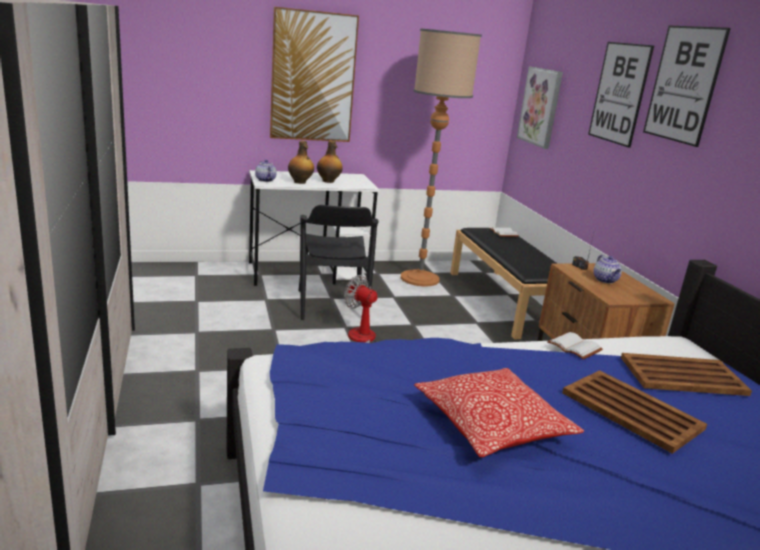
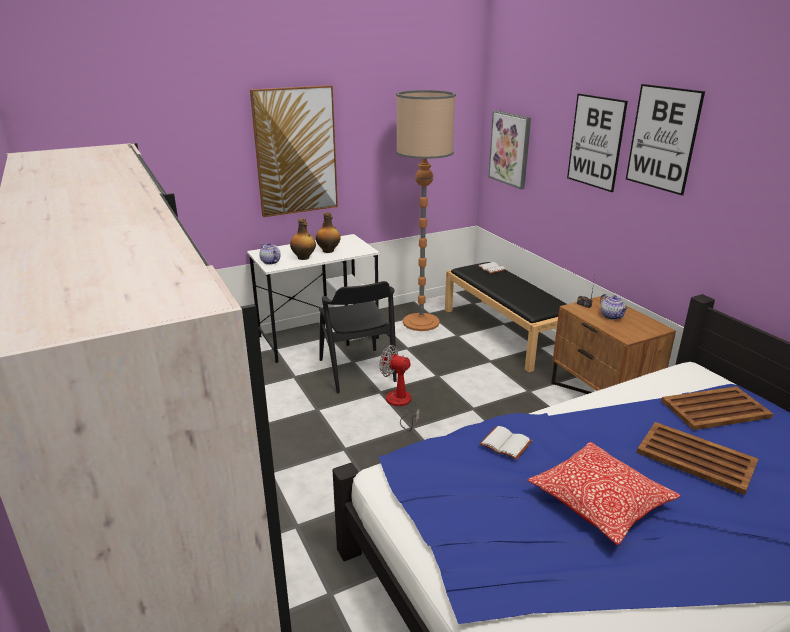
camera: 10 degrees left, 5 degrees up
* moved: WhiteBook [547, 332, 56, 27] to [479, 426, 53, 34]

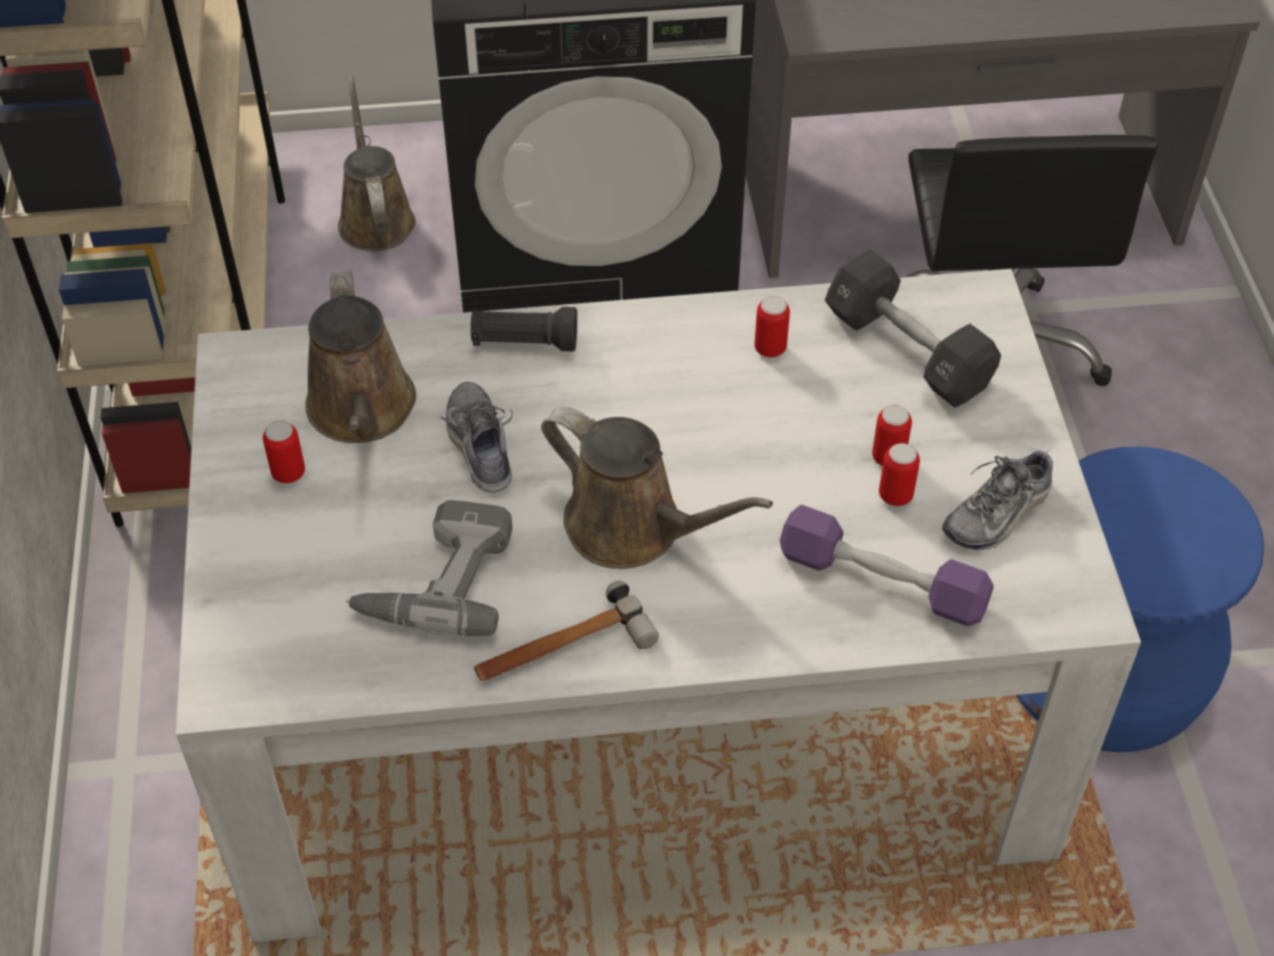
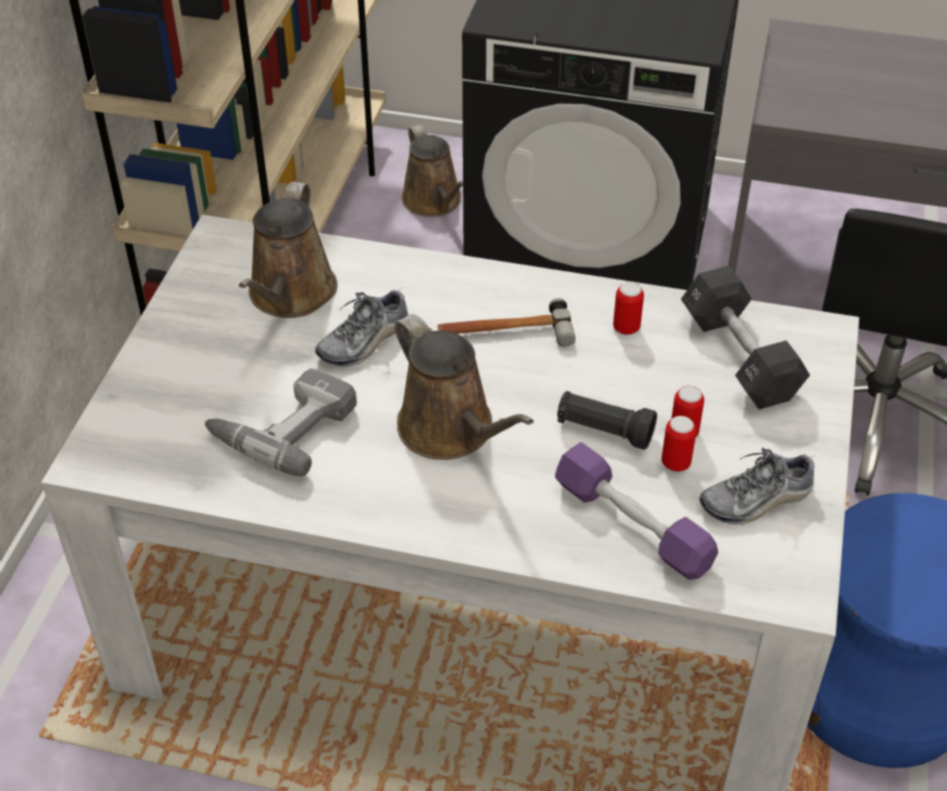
camera: 20 degrees right, 5 degrees down
* turned: BrownWateringCan [338, 77, 78, 175] = [402, 125, 61, 92] 150 degrees clockwise
* moved: BlackFlashlight [471, 307, 106, 45] to [557, 391, 100, 59]
* turned: Shoe [441, 382, 72, 111] = [315, 289, 94, 77] 135 degrees counterclockwise
* removed: Can [263, 421, 42, 62]
* moved: Hammer [474, 581, 185, 100] to [438, 298, 138, 49]

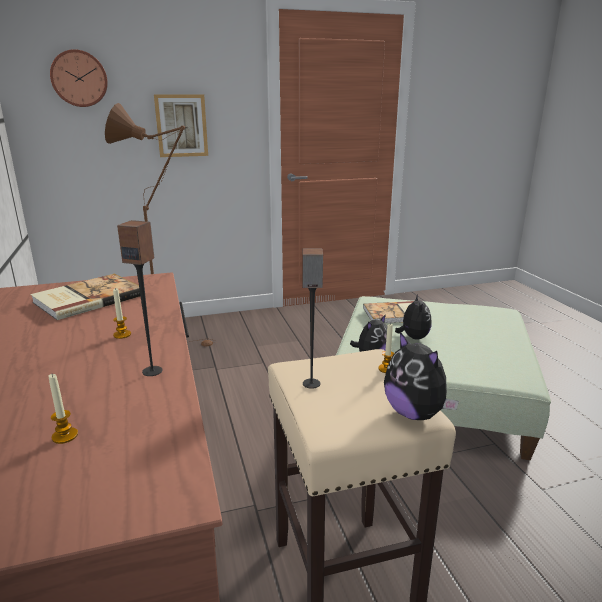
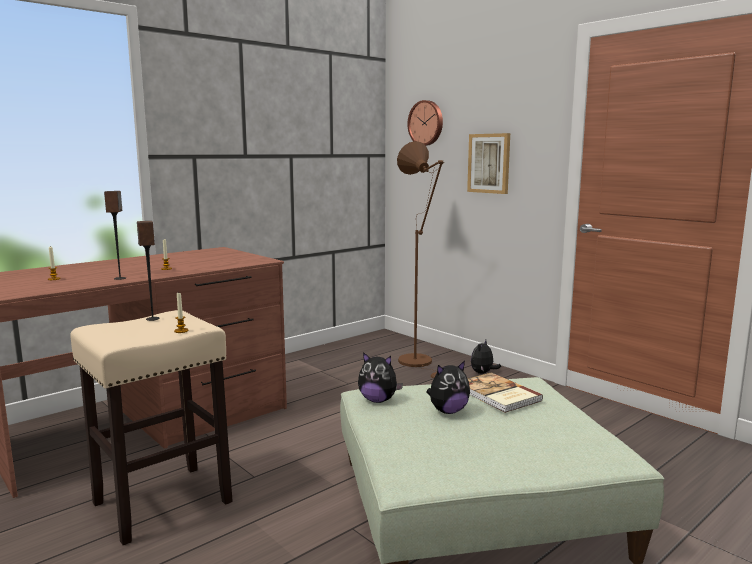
camera: 65 degrees right, 10 degrees down
* removed: Book [31, 274, 109, 46]
* moved: PlushToy [384, 332, 75, 88] to [471, 340, 30, 34]

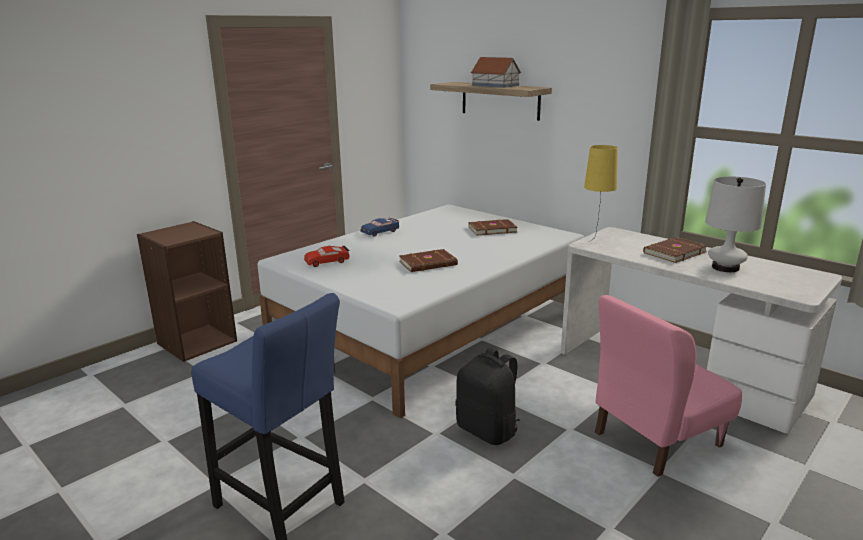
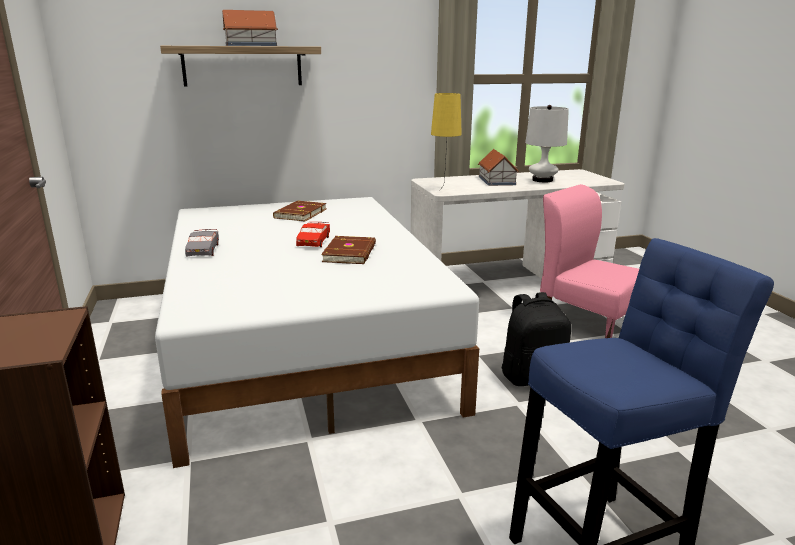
camera: 60 degrees left, 0 degrees up
* recoloured: BlueToyCar [360, 218, 39, 19] to GreyToyCar [185, 229, 34, 28]
* replaced: BrownBook [643, 237, 65, 26] to ToyHouse [478, 149, 40, 37]
* moved: RedToyCar [304, 246, 46, 21] to [296, 222, 34, 25]
* turned: PinkChair [595, 295, 147, 182] = [540, 184, 99, 154] 135 degrees clockwise

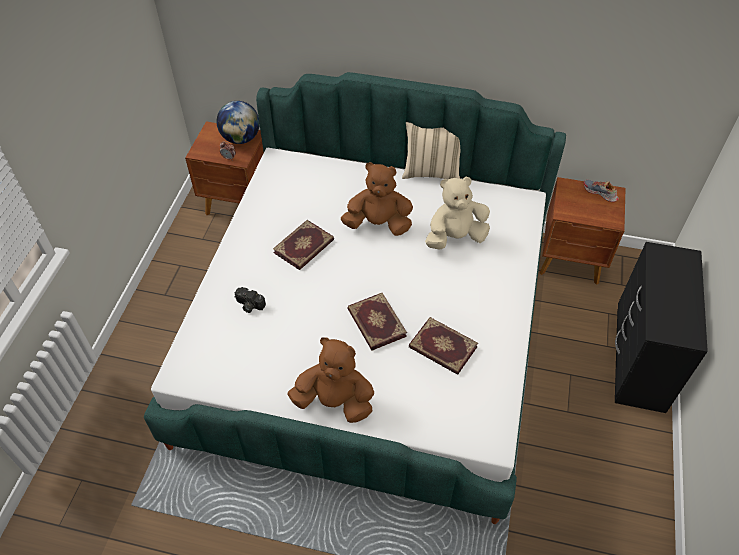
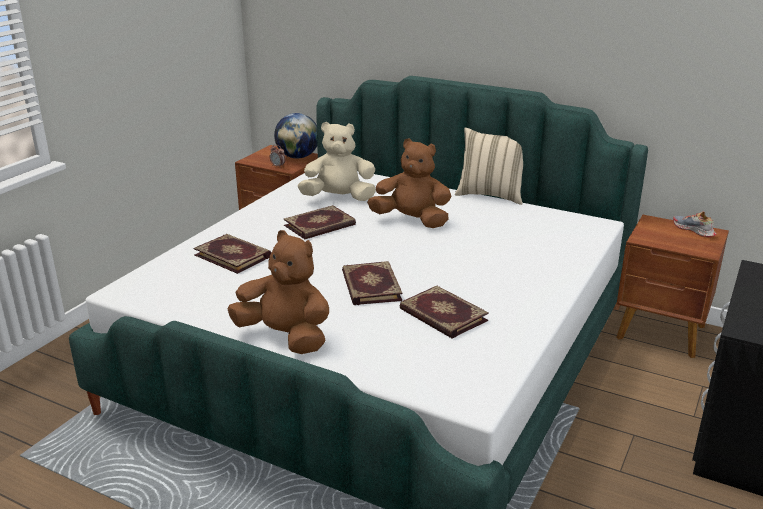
camera: 15 degrees right, 25 degrees down
* moved: BeigePlushToy [425, 177, 65, 73] to [298, 122, 78, 79]
* replaced: PhotoCamera [235, 287, 31, 26] to Book [193, 234, 78, 40]

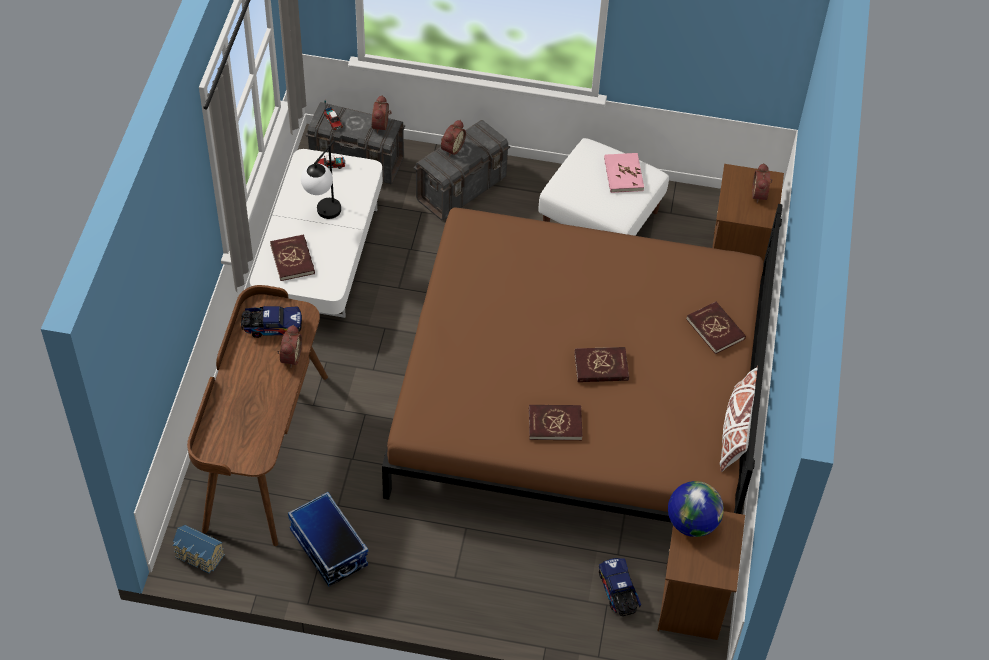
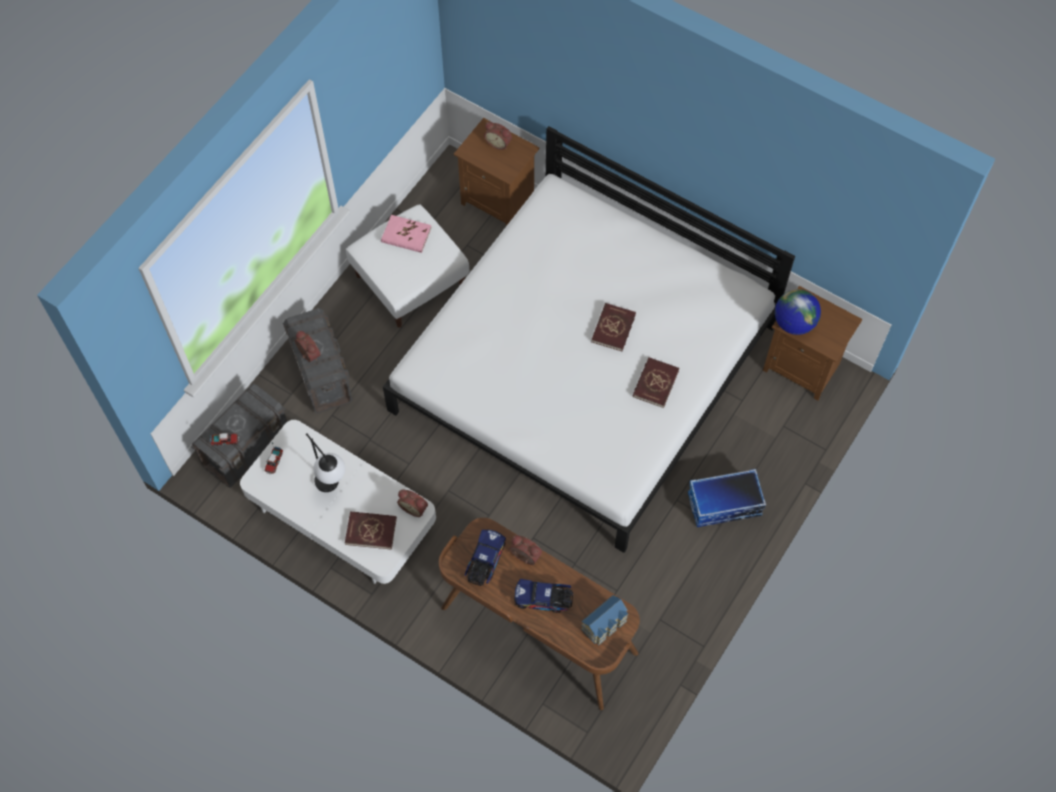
camera: 65 degrees left, 10 degrees up
* moved: AlarmClock [372, 95, 20, 38] to [397, 489, 31, 28]
* recoloured: BrownBed [382, 204, 401, 318] to WhiteBed [383, 126, 412, 427]
* removed: RedBook [686, 302, 60, 52]
* removed: WhitePillow [720, 366, 38, 106]
* moved: StorageBox [288, 492, 80, 95] to [688, 469, 78, 58]
* moved: ToyHouse [173, 525, 52, 49] to [581, 595, 47, 50]
* moved: ToyTruck [599, 558, 42, 58] to [514, 579, 59, 34]

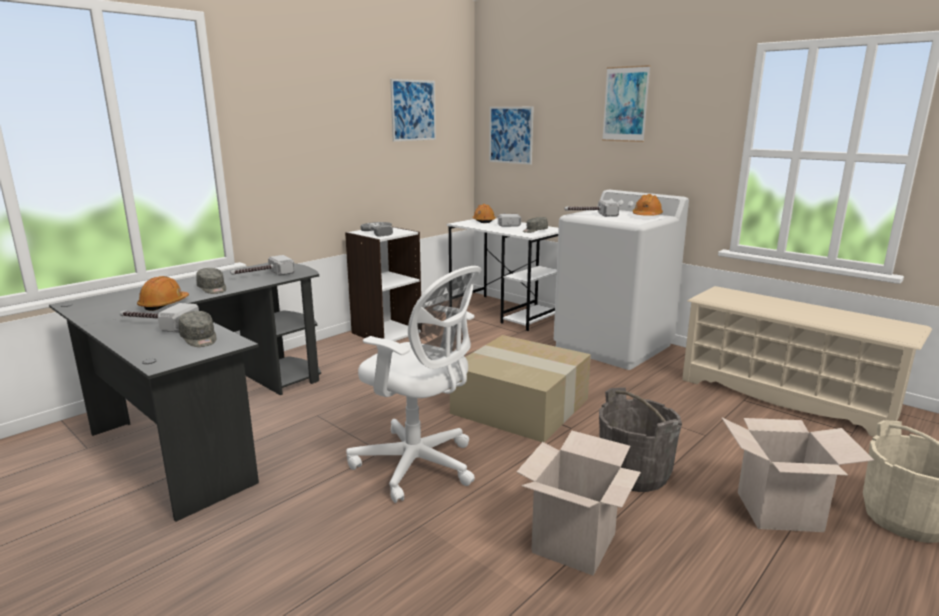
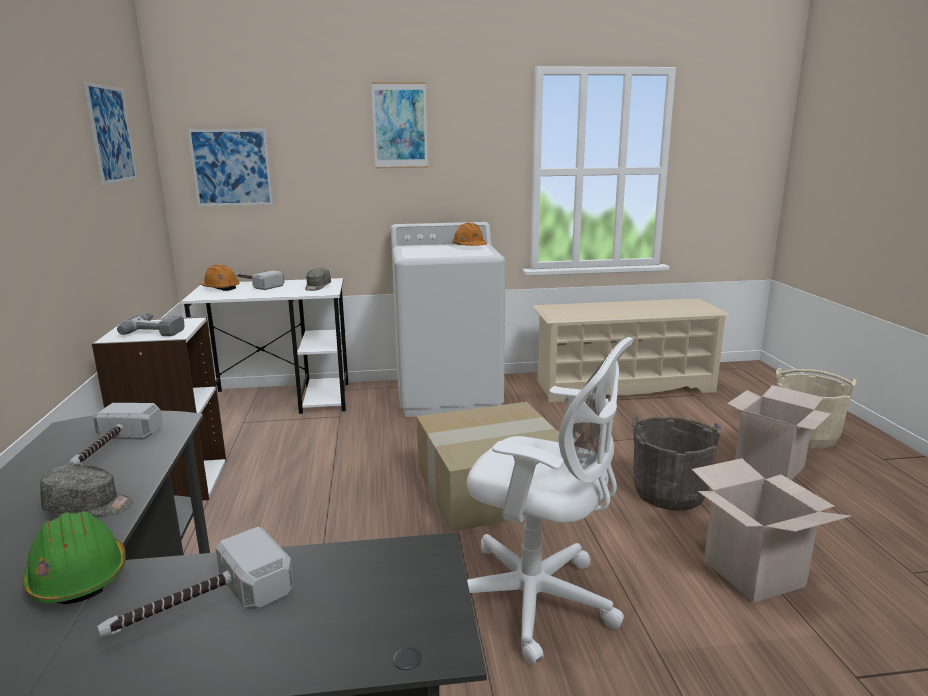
camera: 50 degrees left, 0 degrees up
* removed: Hammer [565, 200, 55, 17]
* turned: WhiteOfficeChair [346, 266, 136, 237] = [467, 337, 167, 328] 45 degrees clockwise
* recoloured: OrangeHardHat [137, 276, 52, 35] to GreenHardHat [22, 511, 104, 93]
* removed: GreyCap [179, 311, 37, 36]

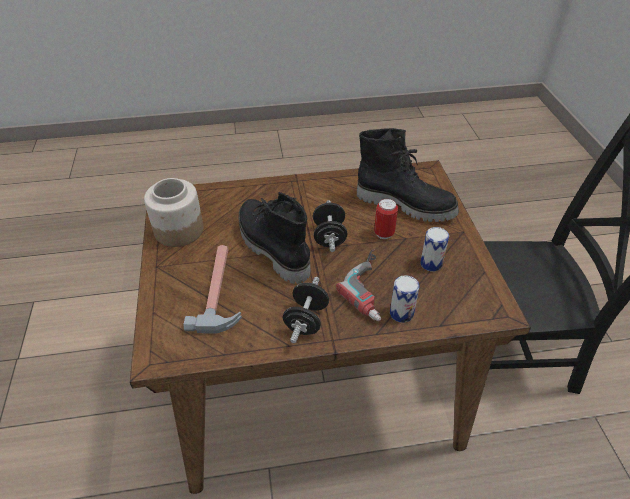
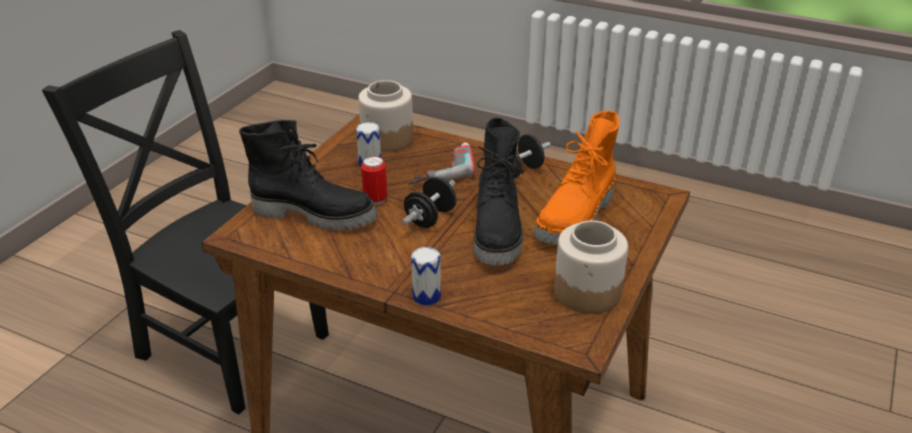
camera: 145 degrees left, 10 degrees down
* turned: BlackBoot [357, 128, 102, 94] = [239, 120, 138, 111] 135 degrees clockwise
* replaced: Hammer [183, 245, 59, 89] to OrangeBoot [534, 111, 85, 134]
* moved: Can [390, 275, 29, 48] to [411, 247, 30, 59]
* added: Jar [358, 80, 55, 72]

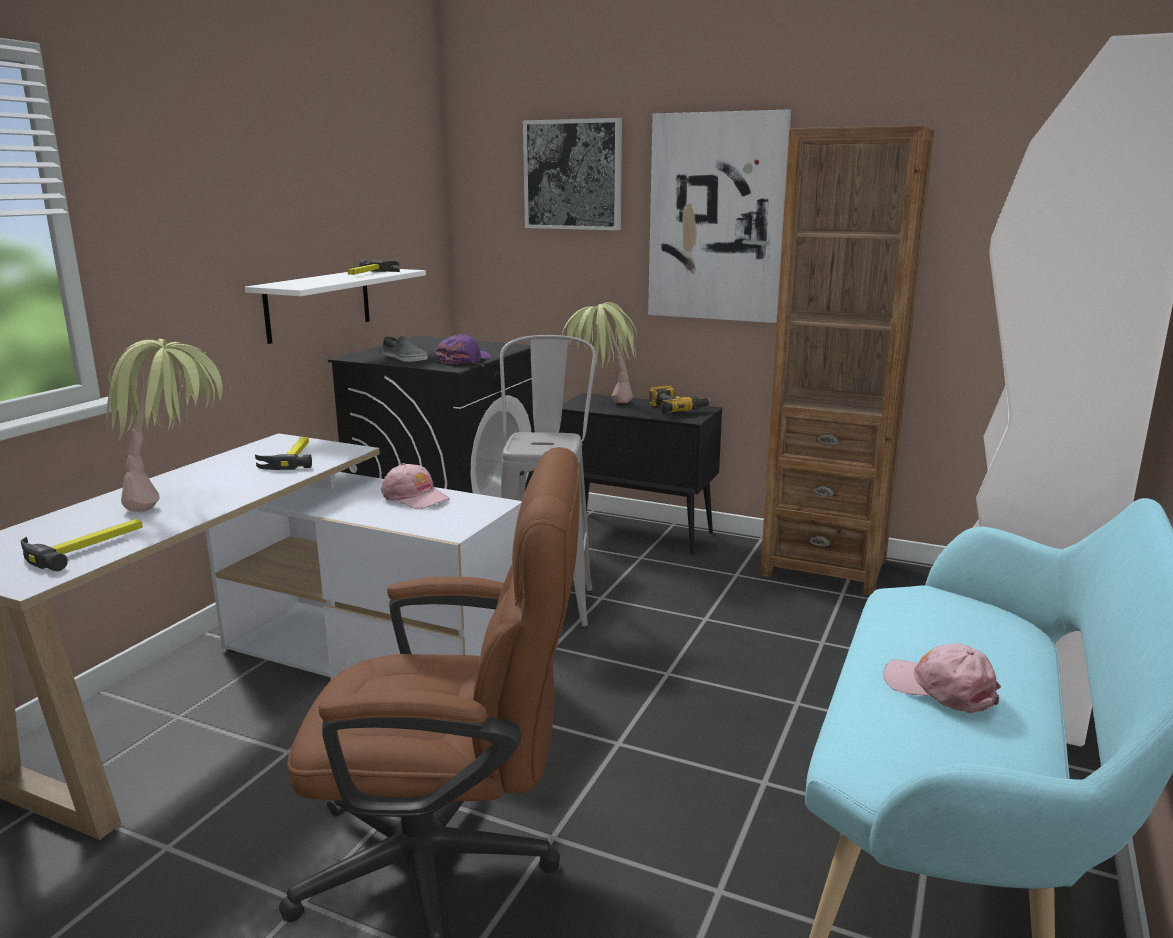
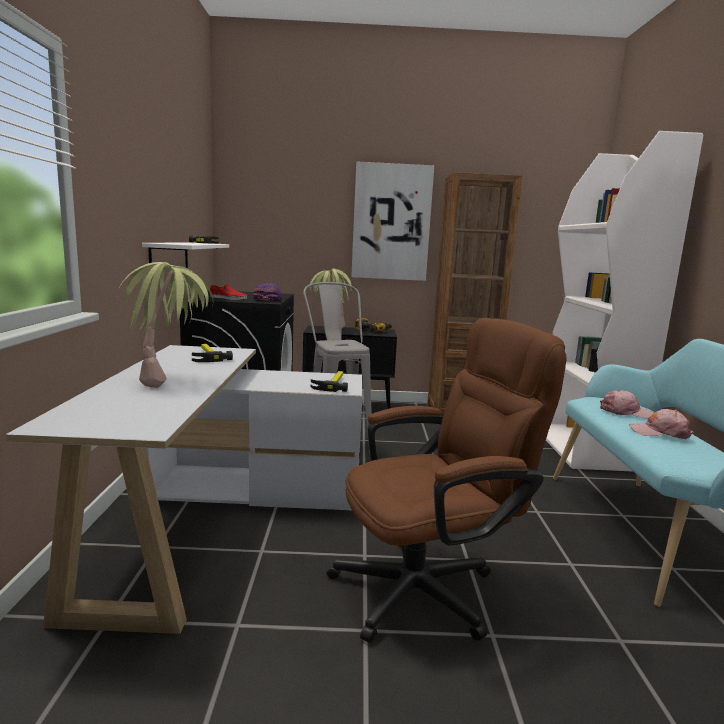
camera: 25 degrees left, 5 degrees down
* removed: Picture [523, 118, 99, 112]
* recoloured: GreyShoe [383, 335, 45, 27] to RedShoe [210, 284, 37, 16]
* moved: PinkCap [381, 463, 69, 46] to [600, 390, 54, 29]
* moved: Hammer [21, 519, 122, 52] to [311, 371, 37, 21]

